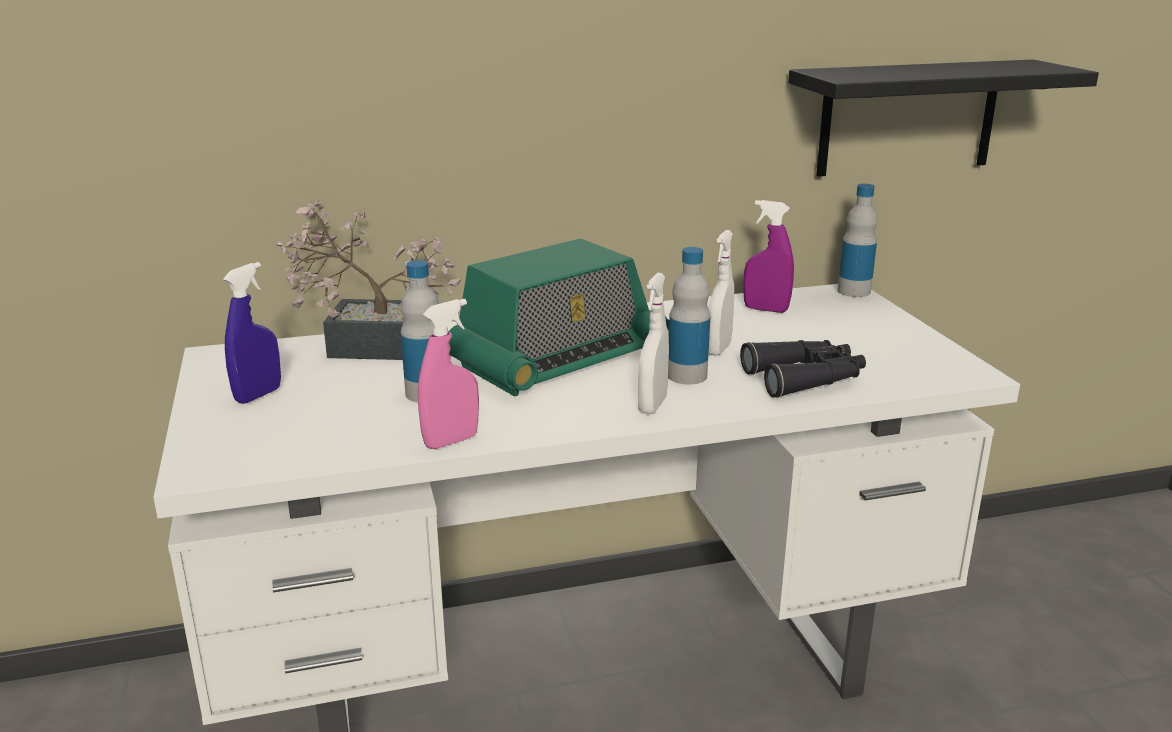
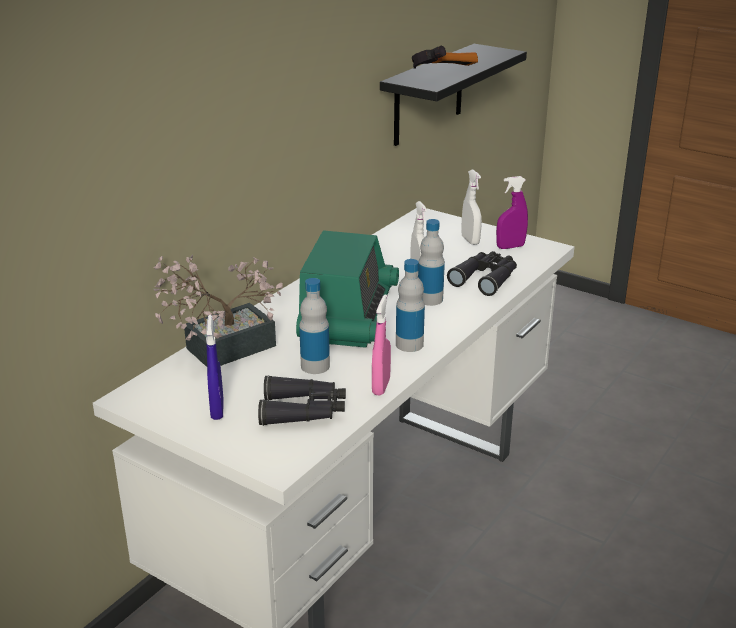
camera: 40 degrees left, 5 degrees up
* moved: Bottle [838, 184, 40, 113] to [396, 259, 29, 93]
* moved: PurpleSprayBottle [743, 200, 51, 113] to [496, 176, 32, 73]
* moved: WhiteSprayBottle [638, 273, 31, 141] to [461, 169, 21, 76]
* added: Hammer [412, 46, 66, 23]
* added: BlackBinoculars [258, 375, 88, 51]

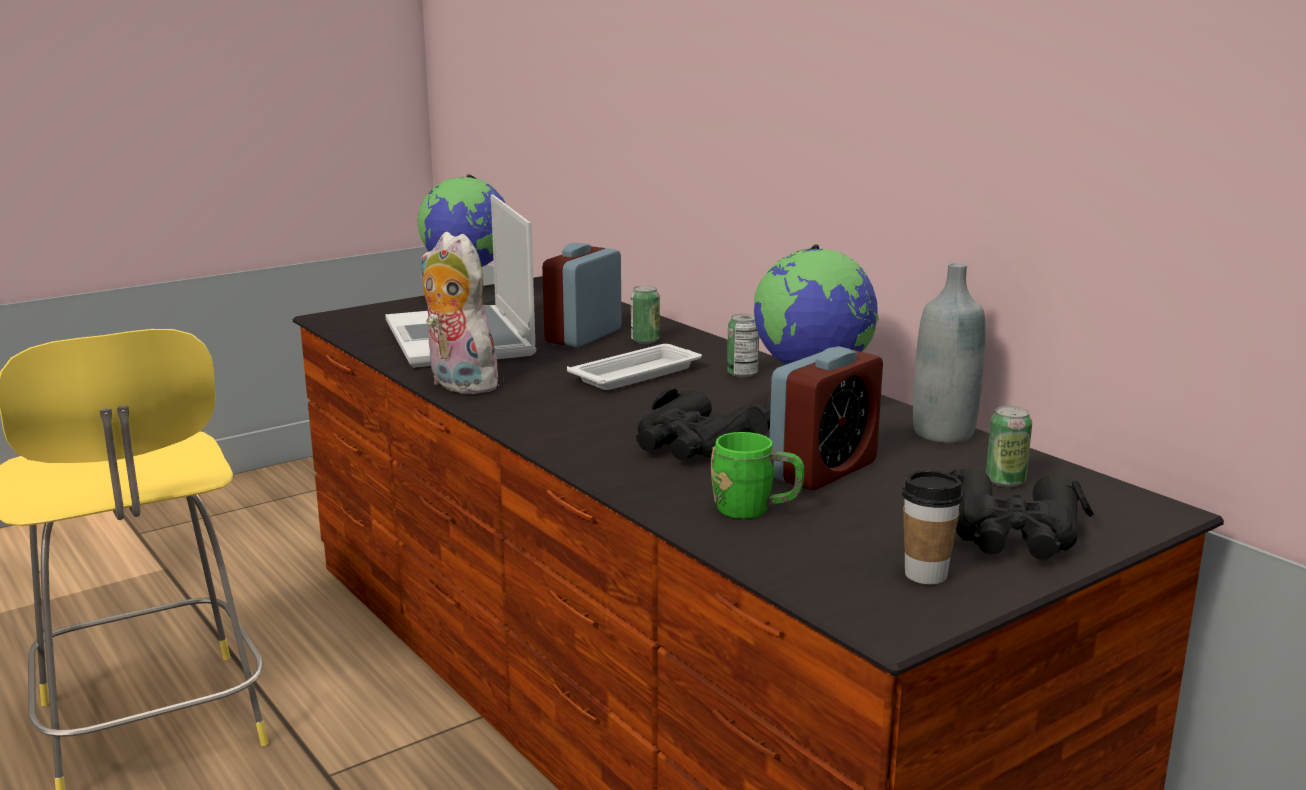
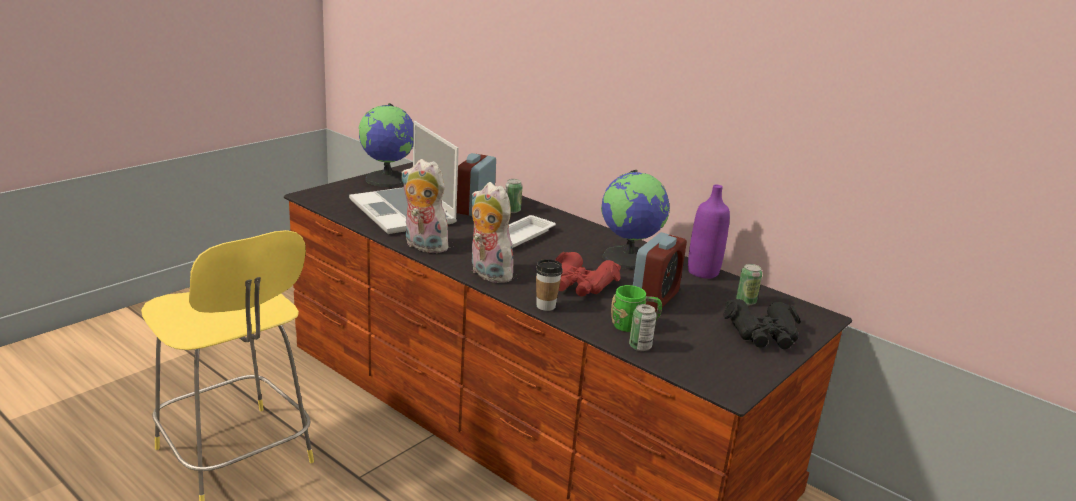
camera: 15 degrees left, 5 degrees up
* recoloured: GreyBottle [913, 263, 73, 180] to PurpleBottle [688, 184, 42, 95]
* moved: Can [727, 314, 32, 64] to [629, 304, 28, 47]
* recoloured: BlackBinoculars [636, 387, 134, 73] to RedBinoculars [555, 252, 66, 45]
* moved: Cup [902, 470, 61, 114] to [536, 259, 27, 52]
* added: PlushToy [471, 182, 43, 101]

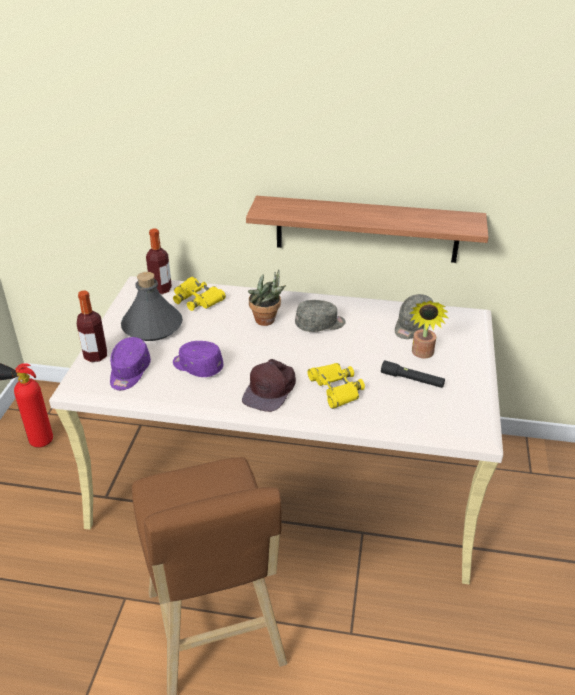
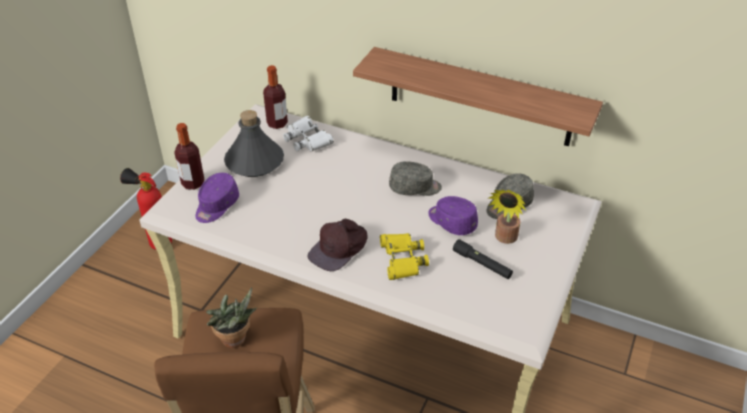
camera: 15 degrees right, 5 degrees up
* moved: PottedPlant [248, 269, 38, 57] to [206, 287, 51, 61]
* recoloured: YellowBinoculars [173, 277, 53, 34] to WhiteBinoculars [283, 116, 51, 36]
* moved: PurpleCap [173, 341, 50, 36] to [428, 196, 50, 39]

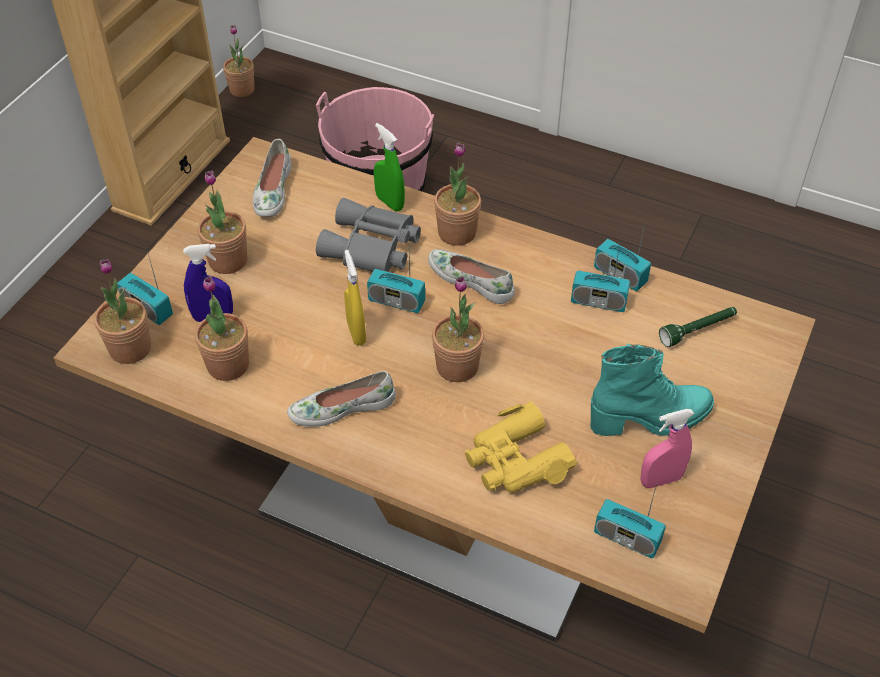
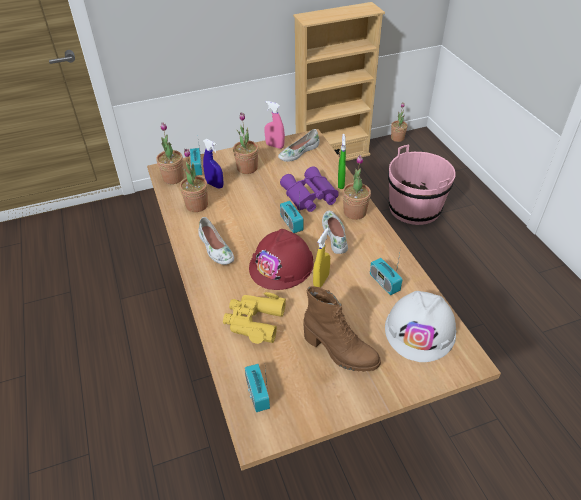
camera: 45 degrees right, 5 degrees down
* recoloured: GreyBinoculars [316, 198, 105, 74] to PurpleBinoculars [280, 166, 59, 46]
* removed: Radio [594, 216, 57, 75]
* moved: YellowSprayBottle [344, 250, 22, 96] to [313, 228, 17, 60]
* replaced: PottedPlant [432, 276, 52, 106] to RedHardHat [249, 229, 64, 61]
* replaced: GreenFlashlight [659, 307, 78, 40] to WhiteHardHat [385, 291, 72, 71]
* recoloured: TurquoiseBoot [590, 344, 124, 92] to BrownBoot [303, 286, 78, 86]
* turned: WhiteShoe [287, 371, 109, 56] = [198, 217, 36, 48] 150 degrees counterclockwise
* moved: PinkSprayBottle [640, 409, 54, 79] to [264, 101, 21, 48]

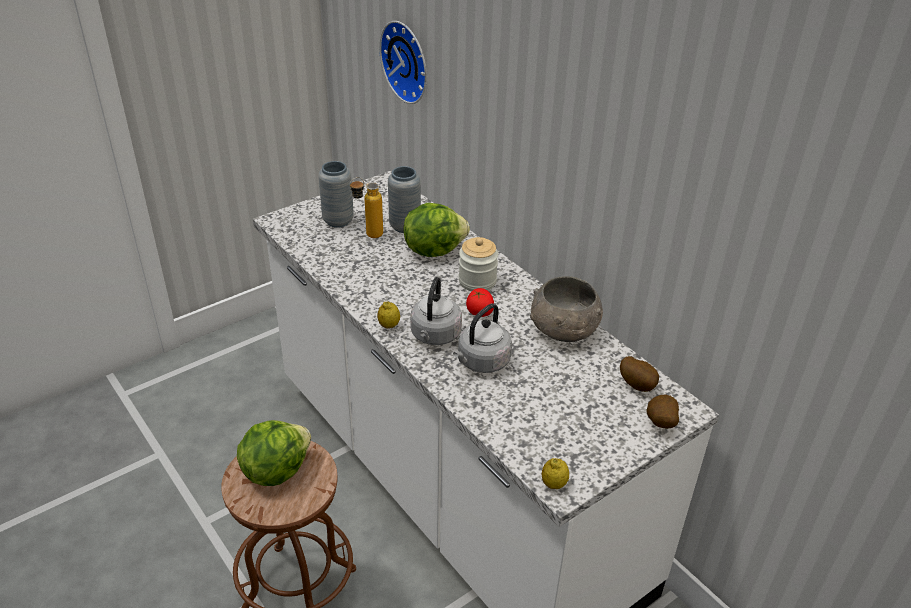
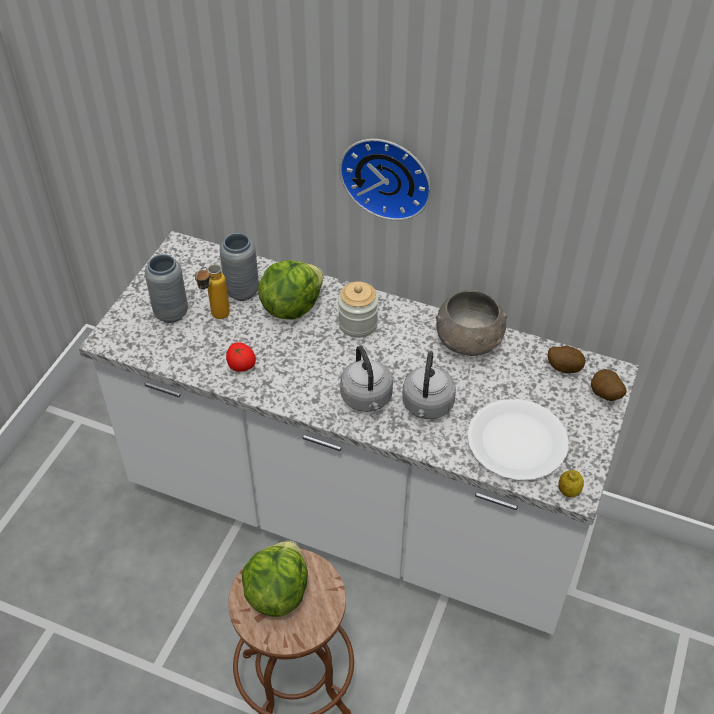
camera: 30 degrees left, 10 degrees up
* moved: WallClock [379, 21, 48, 83] to [339, 139, 92, 82]
* moved: Tomato [466, 288, 28, 29] to [226, 342, 30, 30]
* removed: Lemon [377, 301, 23, 27]
* added: WhitePlate [467, 399, 102, 82]

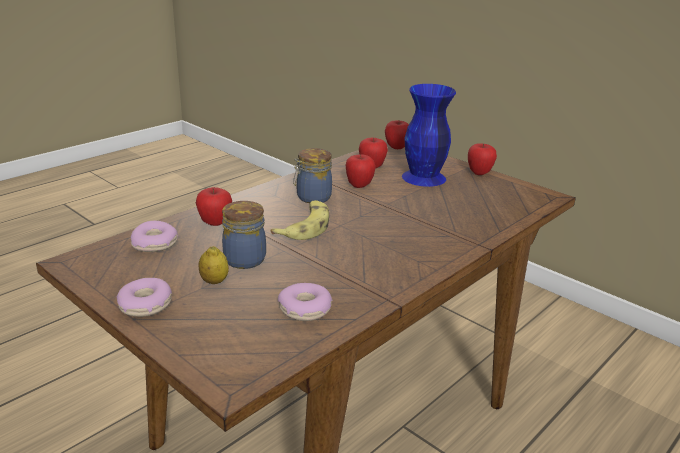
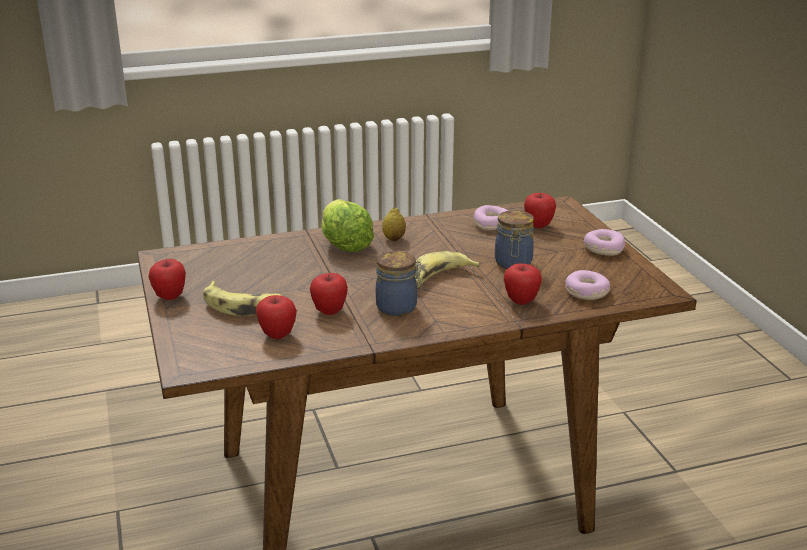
camera: 150 degrees left, 0 degrees up
* replaced: BlueVase [402, 84, 54, 103] to Banana [203, 281, 79, 35]
* moved: Apple [385, 121, 24, 28] to [524, 193, 32, 35]
* moved: Lemon [199, 246, 30, 38] to [382, 208, 24, 33]
* added: Lettuce [322, 199, 52, 53]

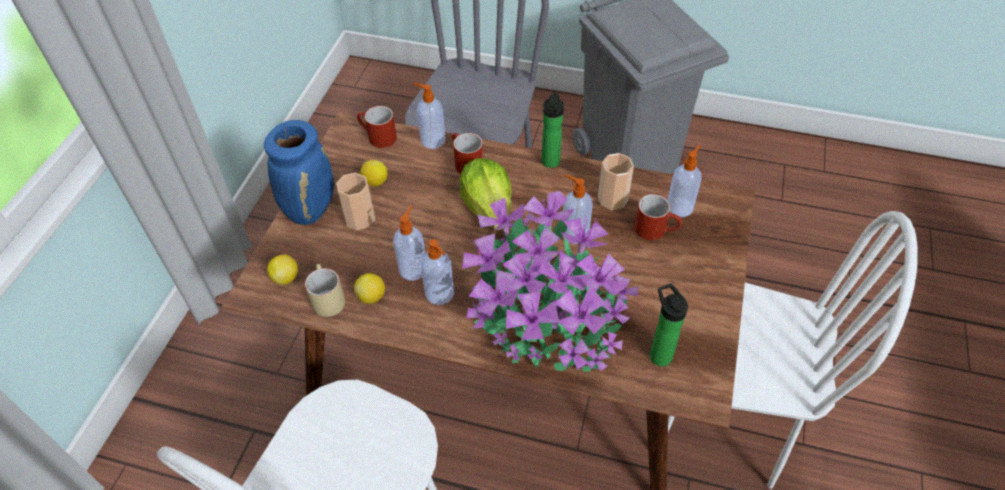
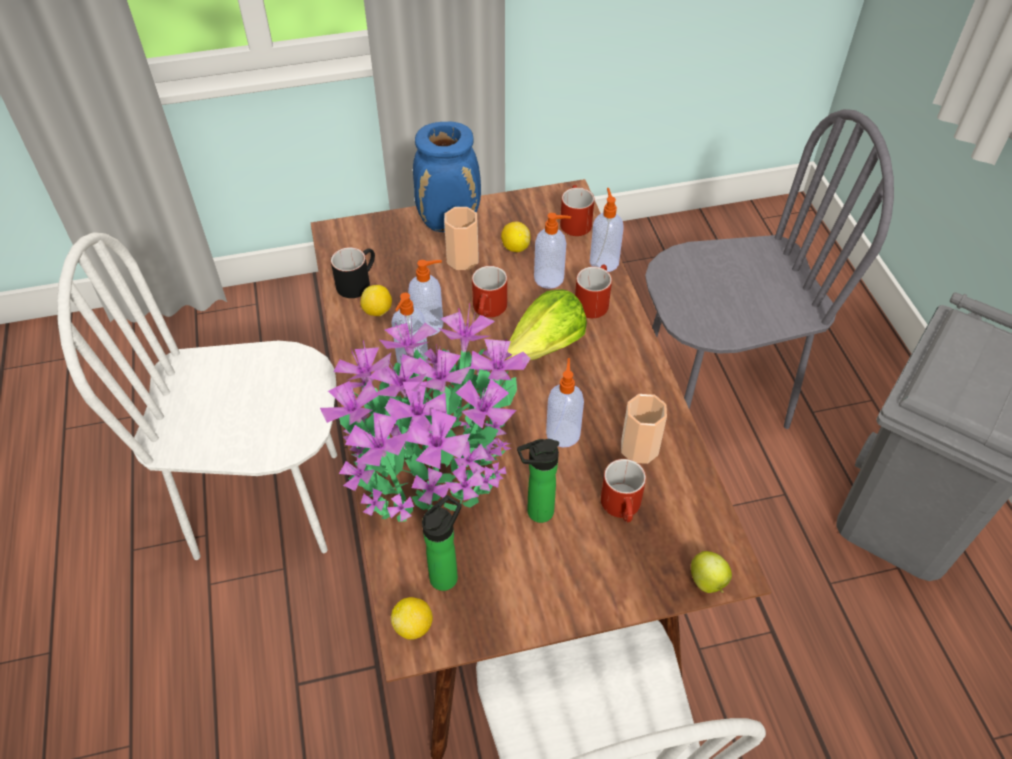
camera: 60 degrees right, 0 degrees up
* moved: Bottle [542, 93, 22, 75] to [517, 439, 42, 84]
* moved: SoapDispenser [668, 144, 34, 73] to [534, 213, 37, 76]
* moved: Lemon [267, 254, 31, 31] to [391, 597, 42, 43]
* recoloured: BeigeMug [305, 264, 40, 53] to BlackMug [331, 247, 44, 51]
* added: RedMug [472, 266, 35, 52]
* added: Apple [691, 551, 41, 42]

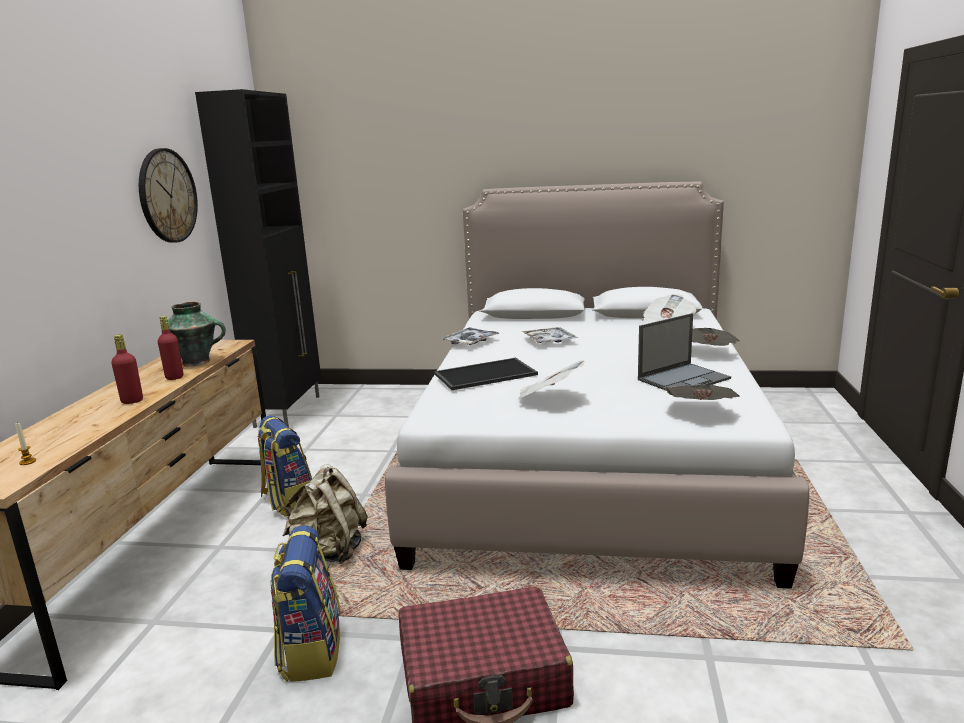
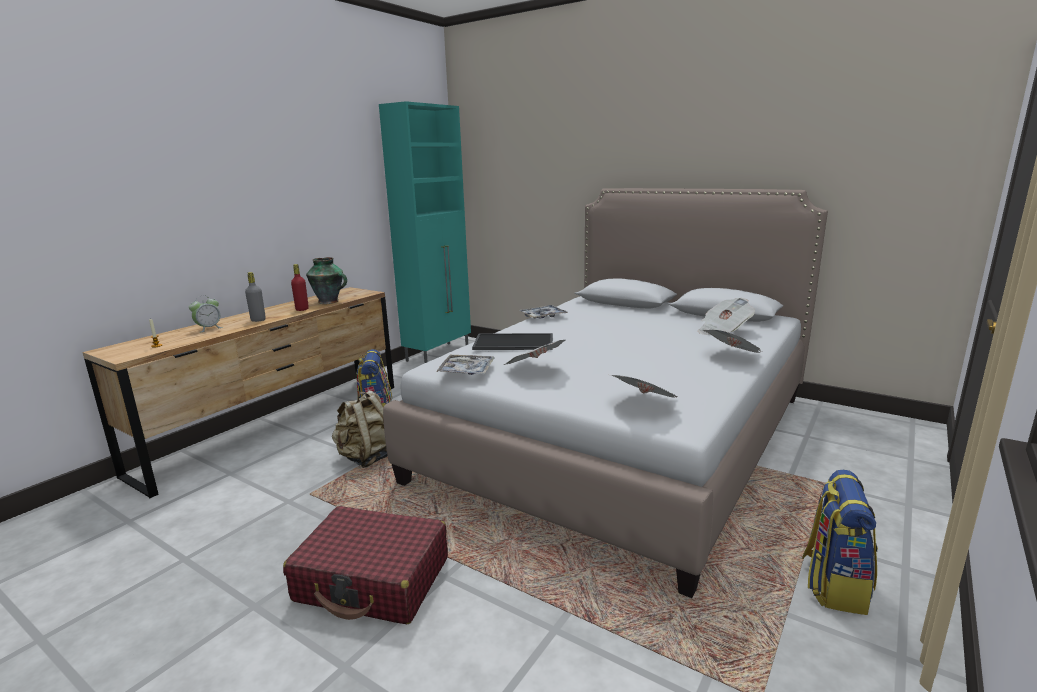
camera: 25 degrees right, 0 degrees up
* recoloured: BlackCabinet [195, 89, 126, 339] to TurquoiseCabinet [379, 101, 92, 263]
* removed: WallClock [139, 148, 59, 95]
* removed: Laptop [638, 313, 93, 77]
* moved: Tray [522, 327, 56, 16] to [436, 355, 58, 20]
* recoloured: RedBottle [111, 335, 32, 69] to GreyBottle [245, 272, 21, 50]
* moved: Backpack [270, 525, 70, 157] to [802, 470, 76, 145]
* added: AlarmClock [189, 295, 34, 38]

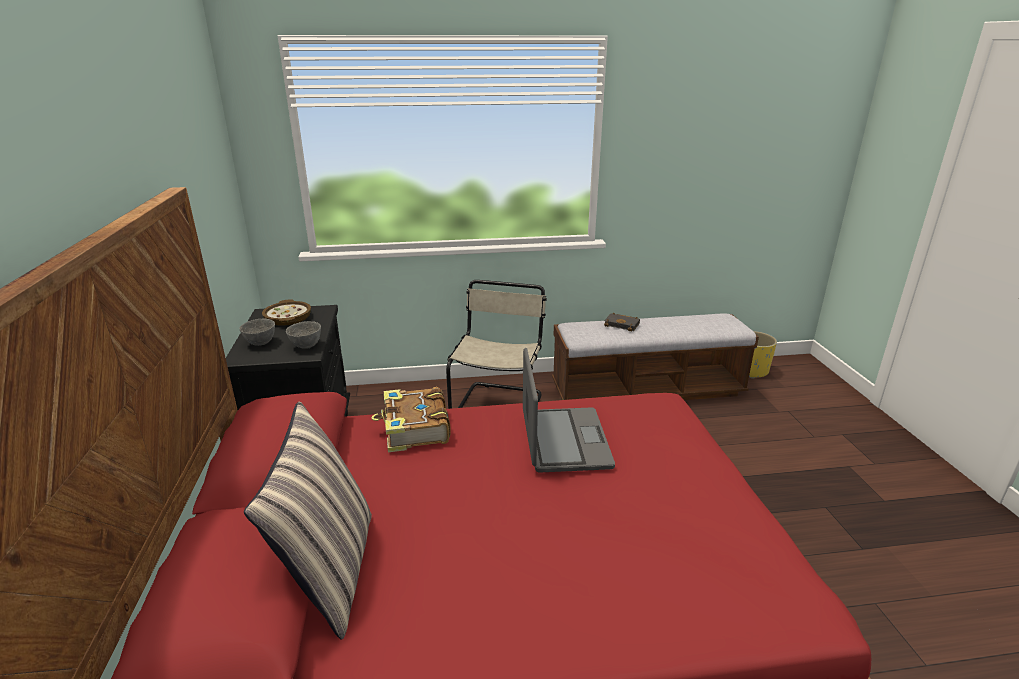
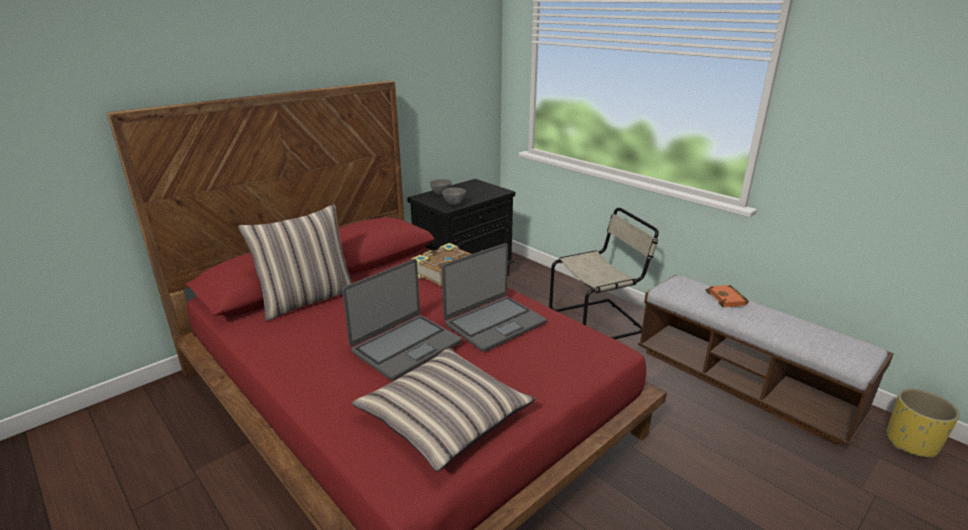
camera: 55 degrees right, 0 degrees up
* removed: Bowl [262, 299, 49, 27]
* recoloured: BlackBook [604, 313, 36, 19] to OrangeBook [705, 285, 44, 22]
* added: Laptop [342, 259, 120, 122]
* added: Pillow [352, 348, 183, 123]

